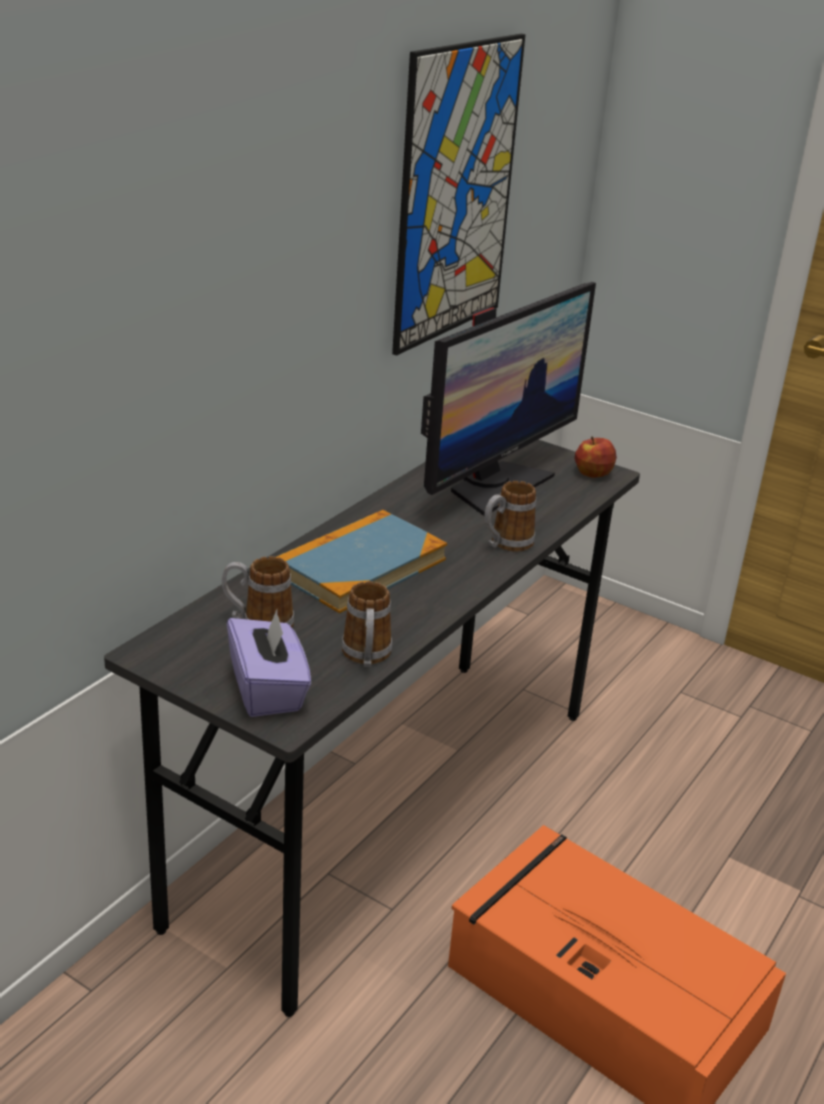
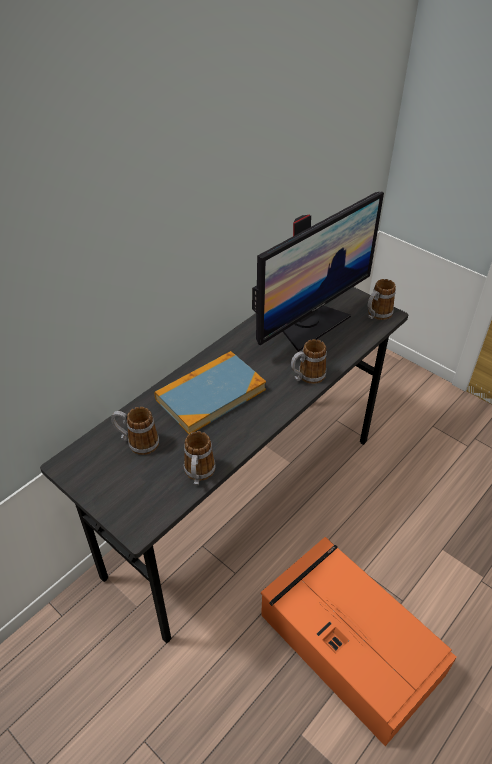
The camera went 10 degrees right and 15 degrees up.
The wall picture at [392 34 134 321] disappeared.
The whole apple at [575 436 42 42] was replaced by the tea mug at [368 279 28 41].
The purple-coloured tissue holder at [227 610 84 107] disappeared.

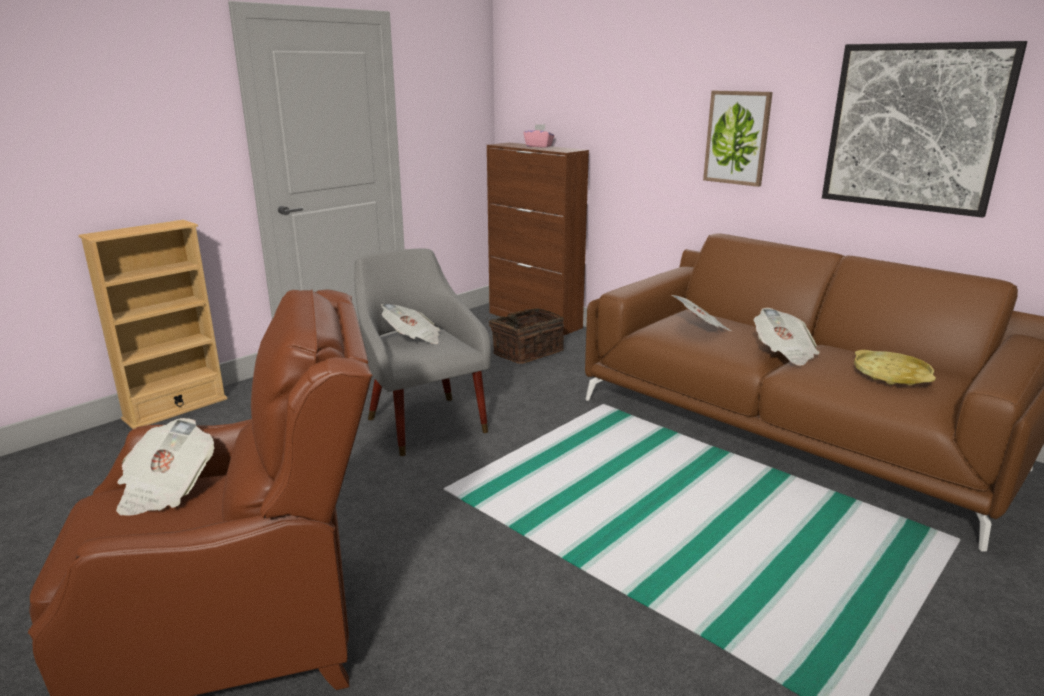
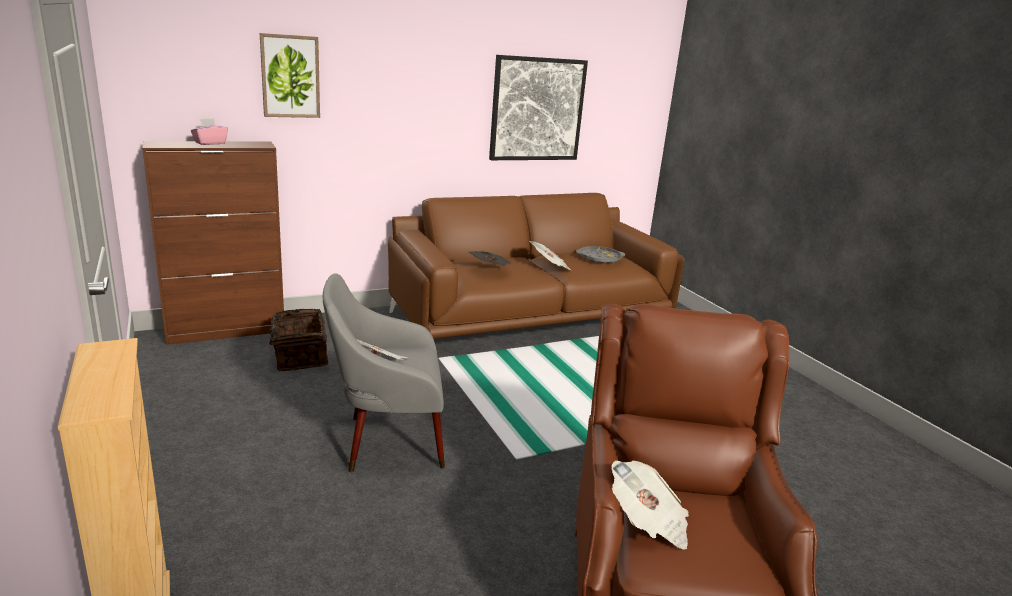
The camera went 70 degrees left and 0 degrees up.
The wall picture moved from [703 91 70 96] to [260 33 60 85].
The yellow-coloured serving tray at [854 350 82 36] became the grey serving tray at [576 246 49 18].

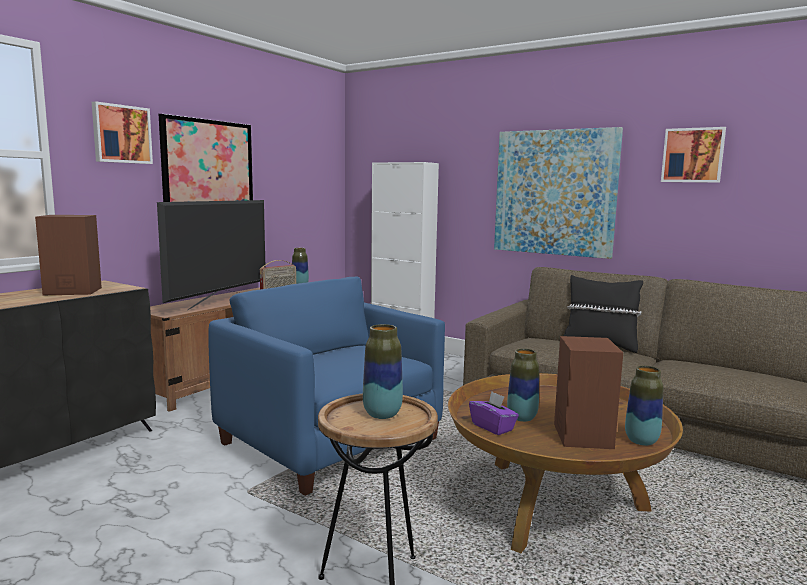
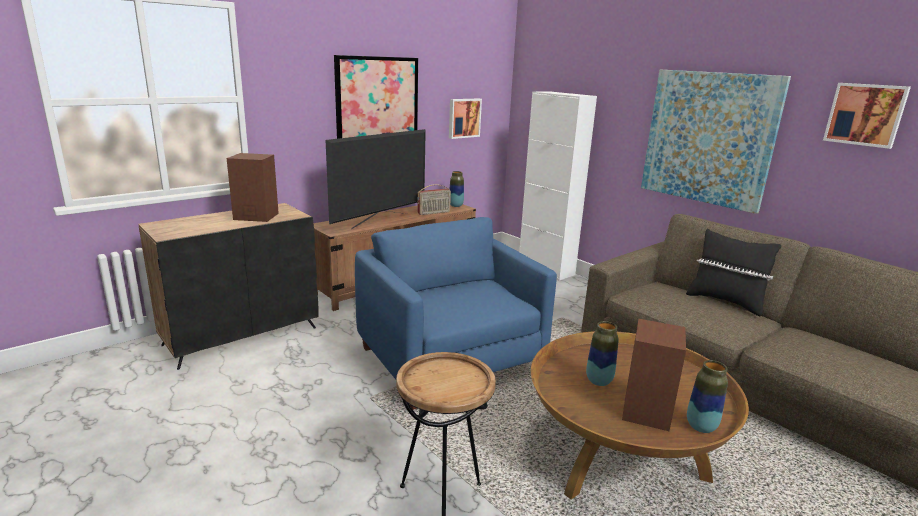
The camera went 15 degrees right and 10 degrees up.
The wall picture moved from [92 101 61 63] to [449 99 33 40].
The flower vase at [363 324 40 95] disappeared.
The purple-coloured tissue holder at [469 391 50 44] disappeared.

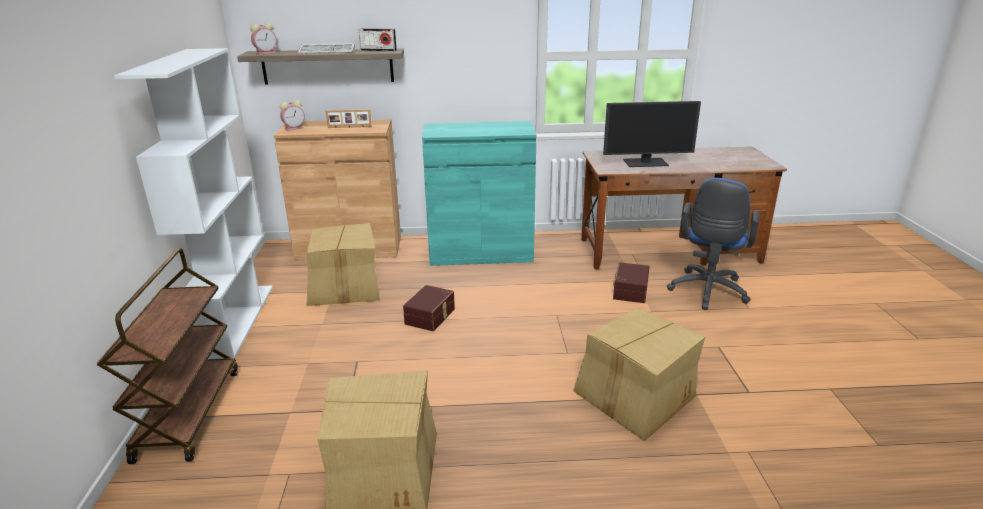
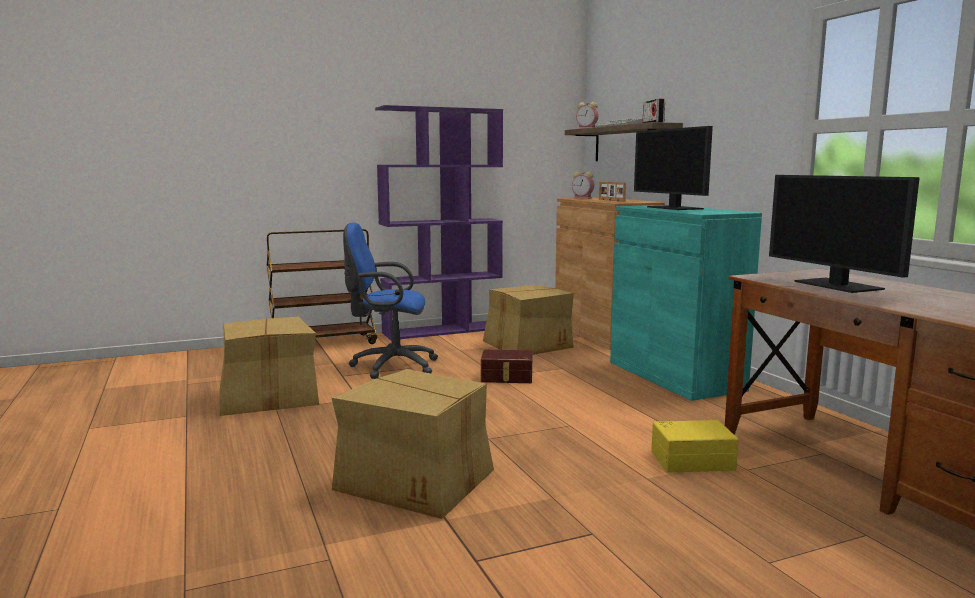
The camera went 70 degrees right and 15 degrees down.
The white bookcase at [114 48 159 311] became the purple-coloured bookcase at [375 105 128 235].
The blue-coloured computer chair moved from [667 178 92 132] to [343 222 95 157].
The brownish storage container at [613 262 36 41] became the yellow-coloured storage container at [651 420 88 53].
The computer display at [634 126 79 84] appeared.

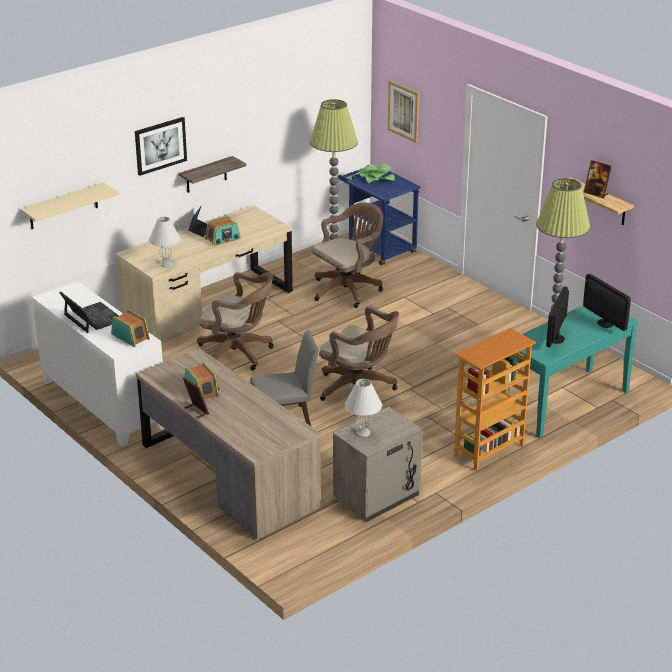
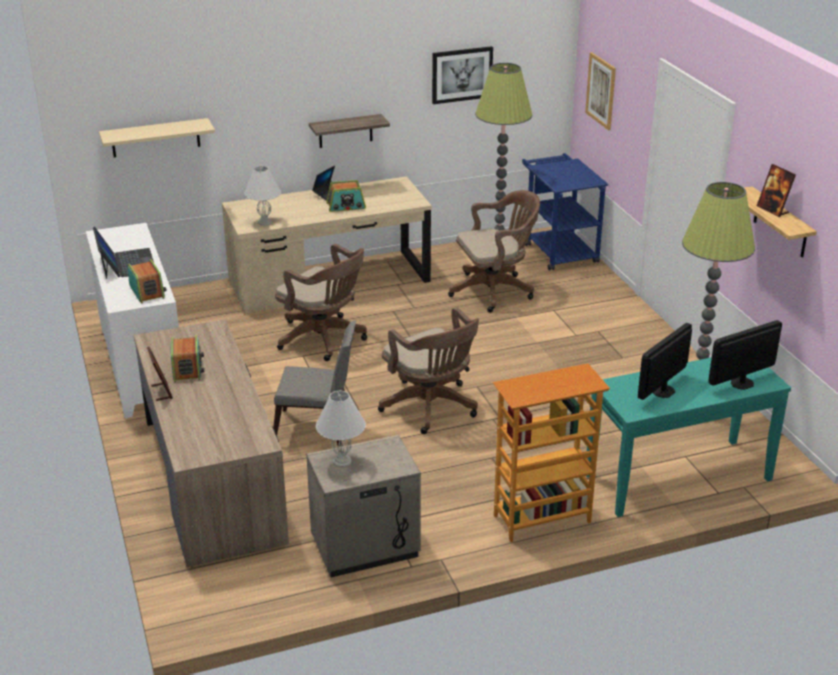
The camera went 20 degrees right and 0 degrees up.
The wall picture moved from [135 117 52 59] to [432 46 61 58].
The plant in a pot at [359 164 36 19] disappeared.
The computer display at [583 274 48 57] turned 75 degrees clockwise.

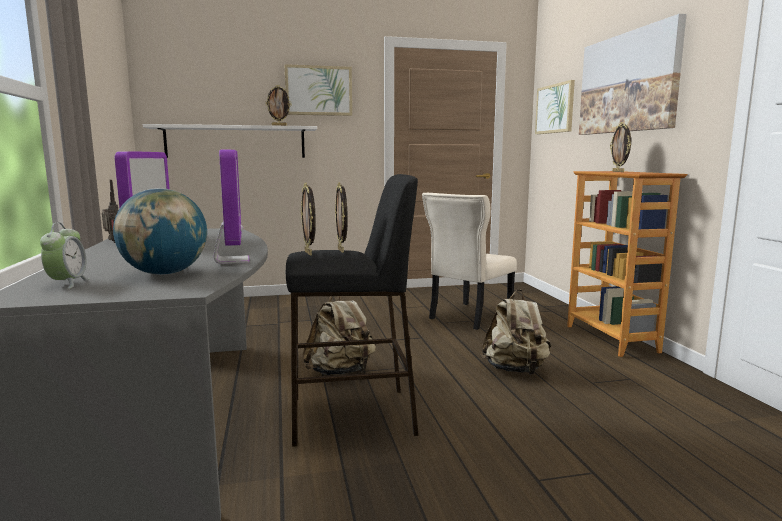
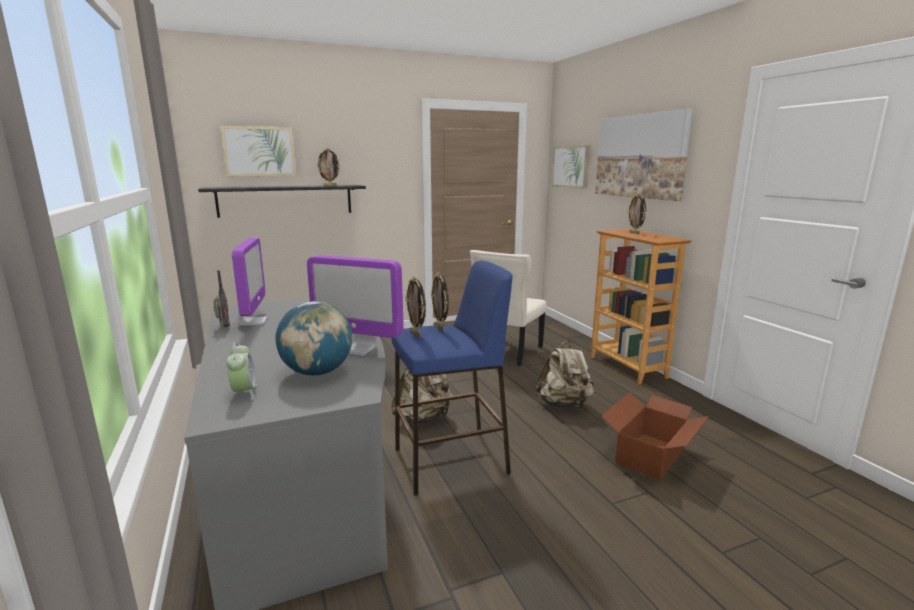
The camera went 10 degrees left and 5 degrees up.
The wall picture moved from [285 64 67 52] to [220 126 77 50].
The white wall shelf at [143 124 174 34] became the black wall shelf at [198 185 168 33].
The computer display at [214 150 35 114] turned 135 degrees clockwise.
The black stool seat at [286 174 133 273] became the blue-coloured stool seat at [392 260 121 236].
The carton at [601 392 108 88] appeared.

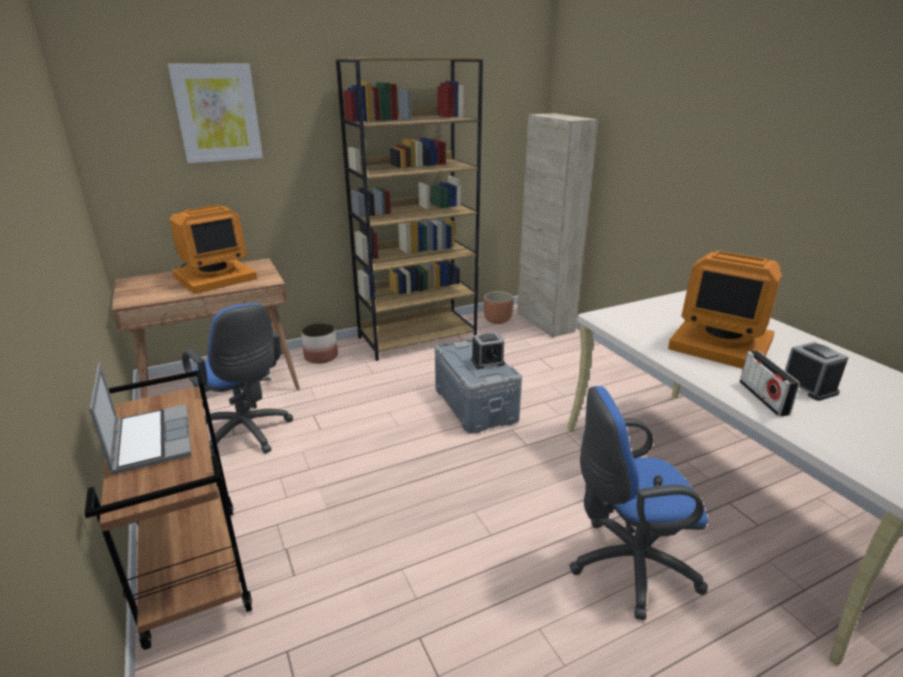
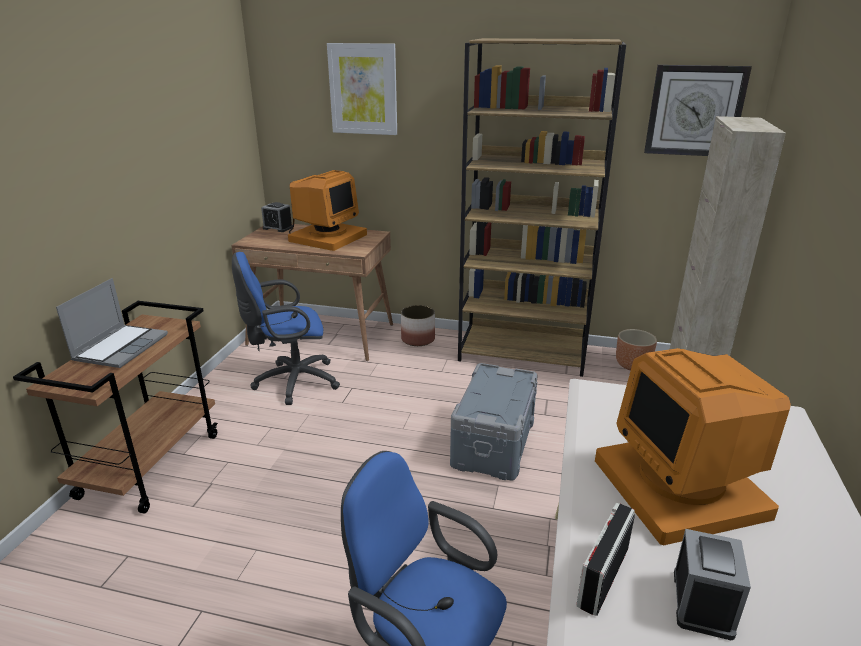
The camera went 40 degrees right and 0 degrees up.
The computer display at [169 205 88 89] turned 60 degrees counterclockwise.
The blue-coloured computer chair at [182 303 111 153] turned 75 degrees clockwise.
The bedside clock moved from [471 333 34 36] to [261 202 32 30].
The clock on the wall at [644 65 108 91] appeared.

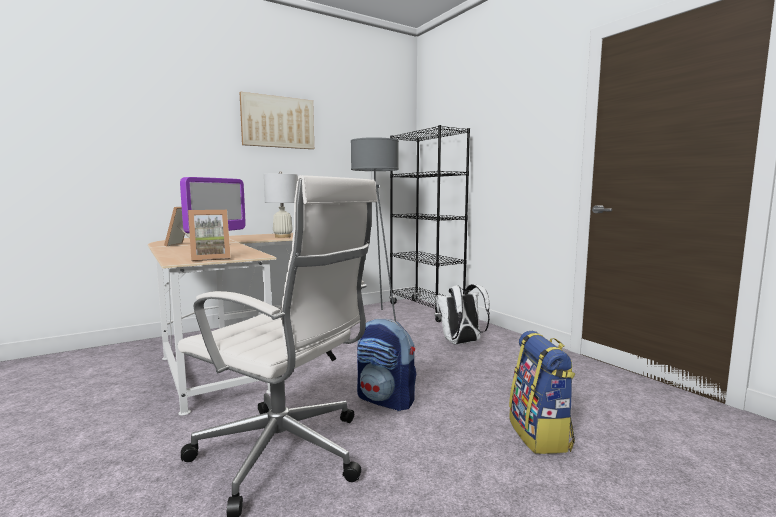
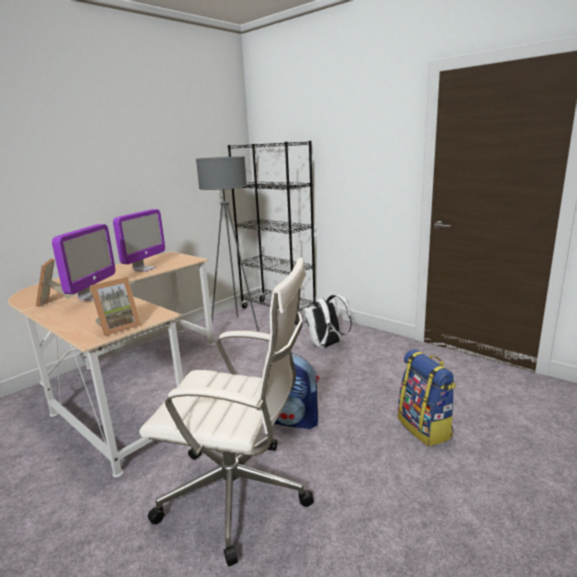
The camera went 15 degrees left and 10 degrees up.
The wall picture at [240 92 74 57] disappeared.
The white tabletop lamp at [264 171 34 67] was replaced by the computer display at [113 209 52 63].

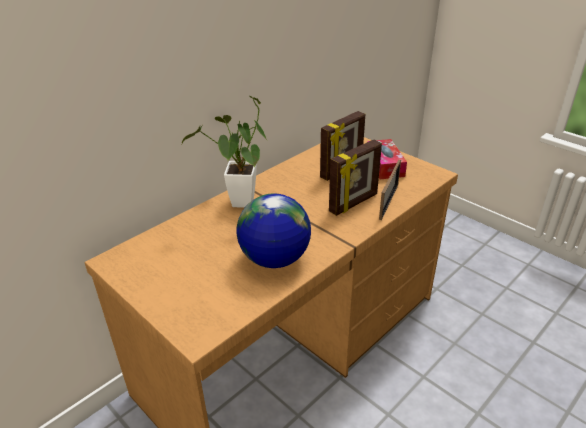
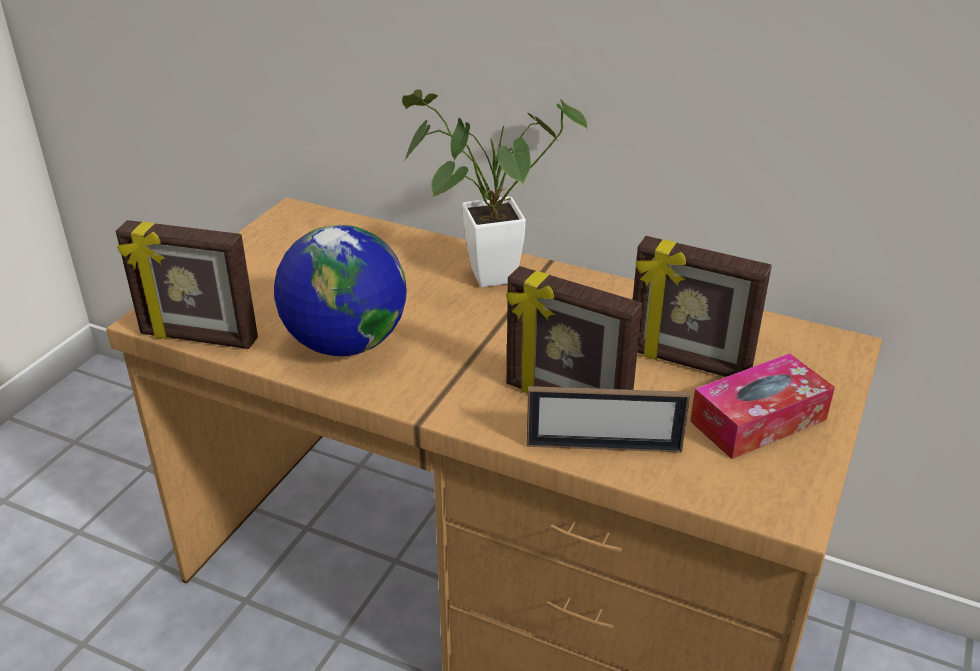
The camera went 70 degrees right and 0 degrees up.
The photo frame at [116 220 142 129] appeared.

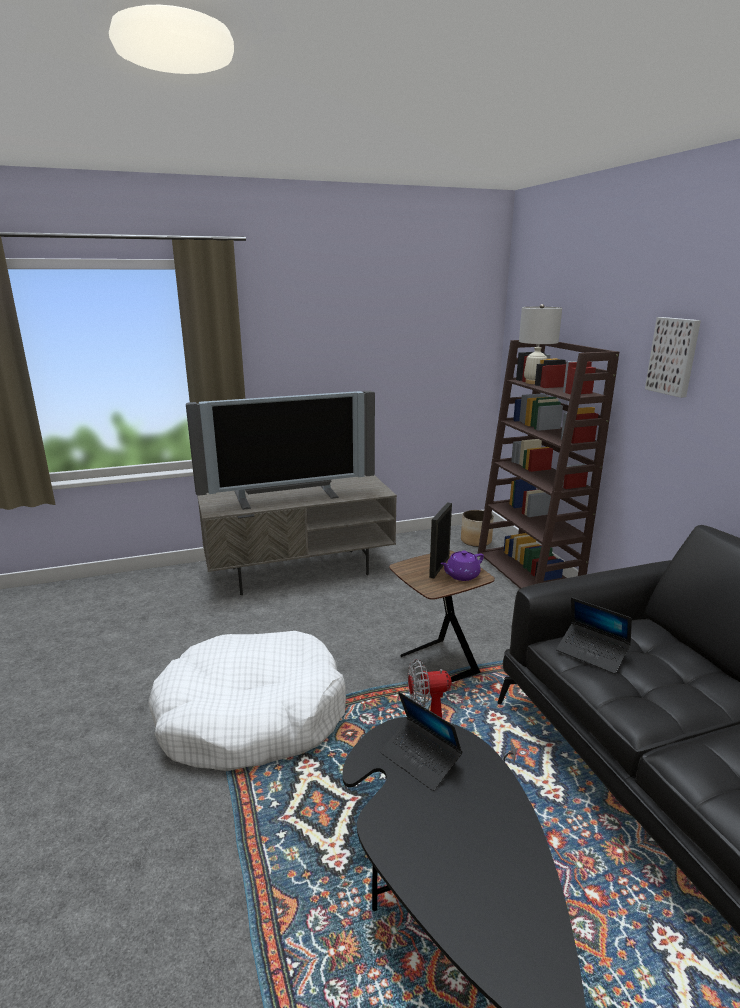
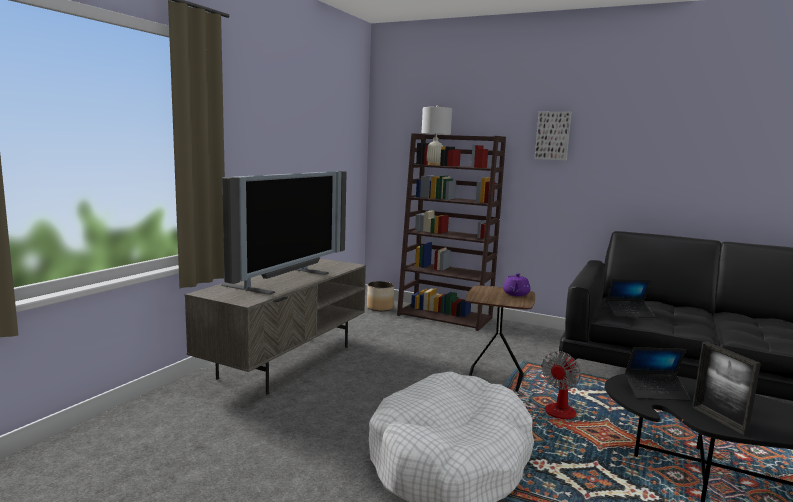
The camera went 45 degrees left and 10 degrees down.
The photo frame moved from [429 502 23 76] to [692 341 69 94].

